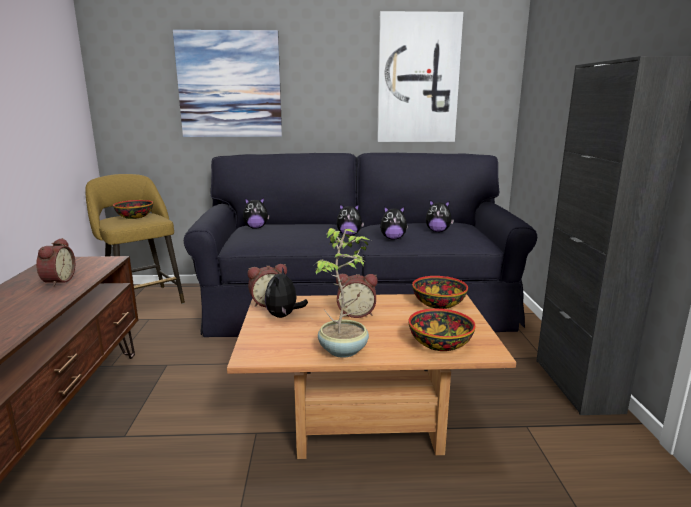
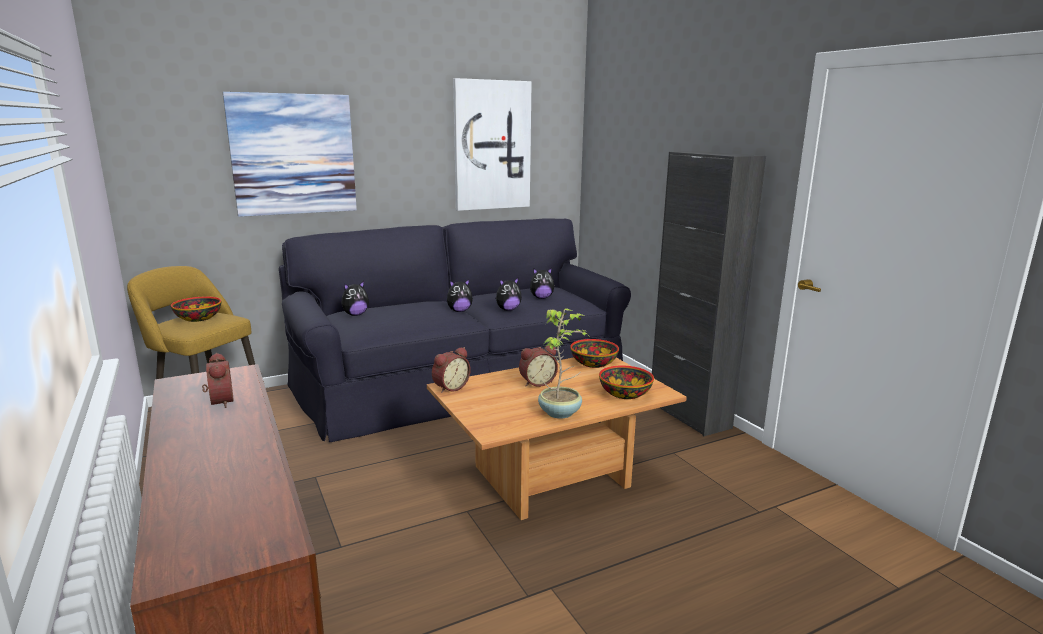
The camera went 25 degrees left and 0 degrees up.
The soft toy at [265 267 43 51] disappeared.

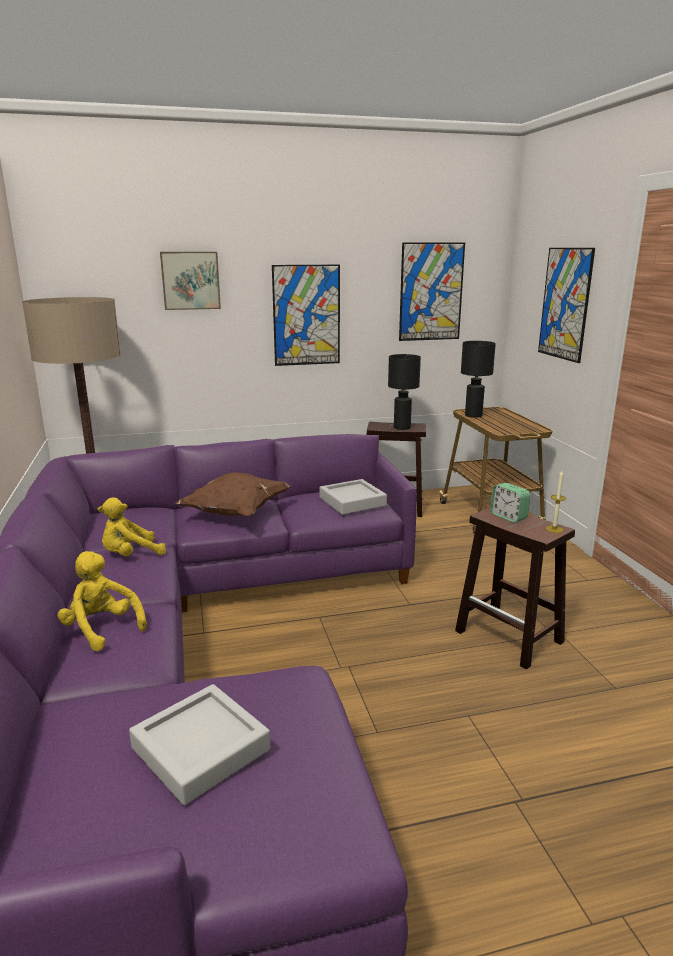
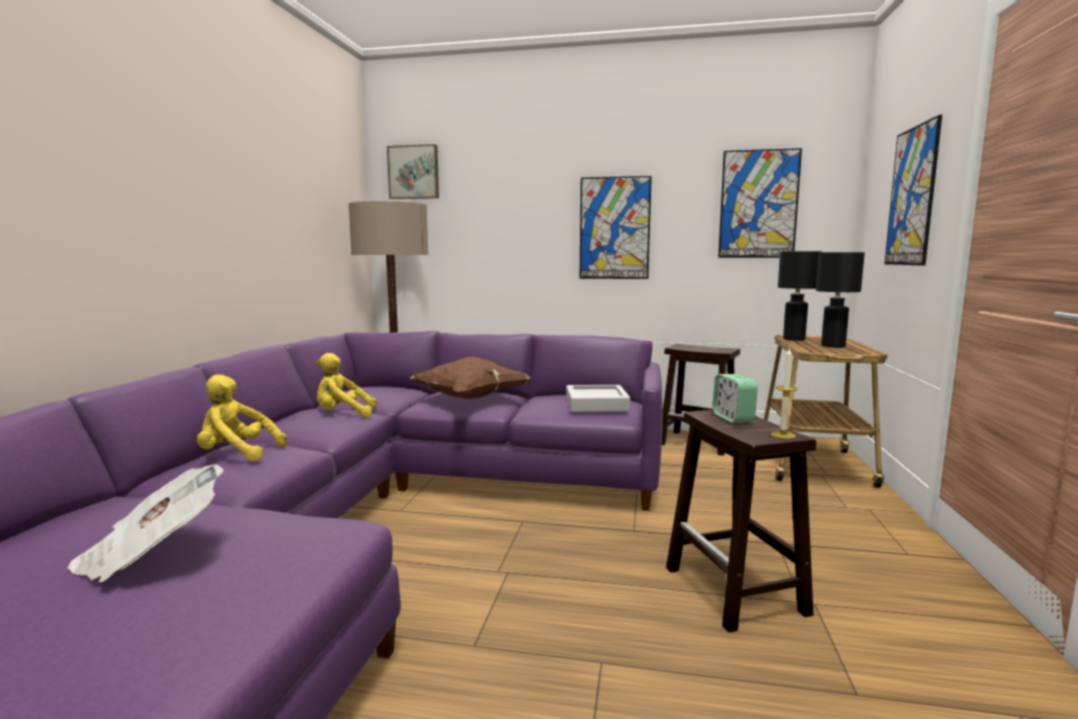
The camera went 25 degrees right and 10 degrees down.
The wall picture moved from [160 252 61 58] to [387 144 52 55].
The black tabletop lamp moved from [388 354 33 76] to [816 252 49 96].
The yellow-coloured soft toy at [58 551 89 100] turned 60 degrees counterclockwise.
The grey serving tray at [129 684 141 121] was replaced by the printed paper at [67 464 157 119].

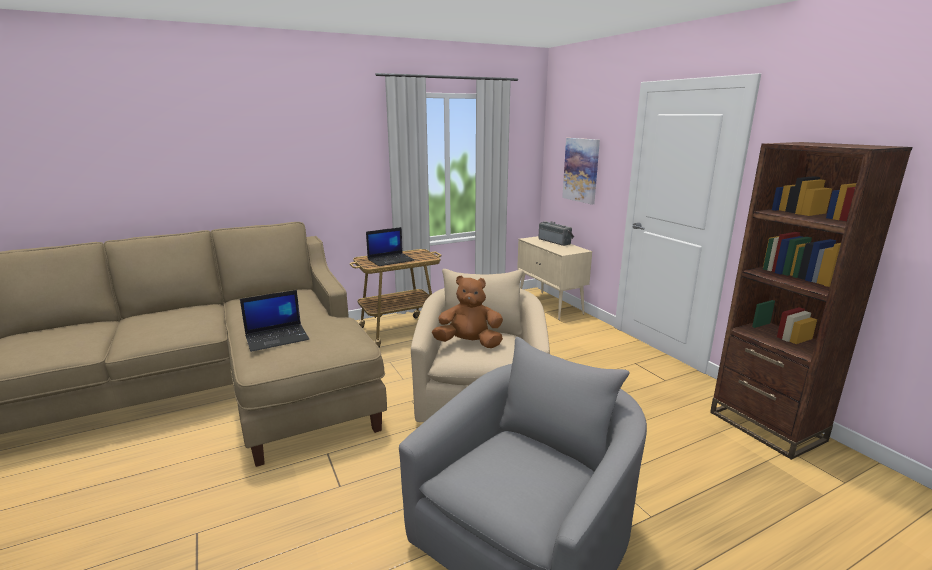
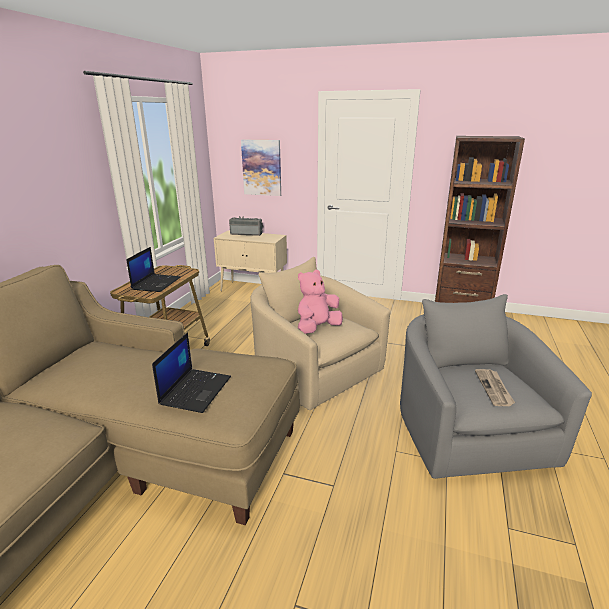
The camera went 45 degrees left and 5 degrees up.
The brownish soft toy at [432 275 71 73] became the pink soft toy at [298 270 45 64].
The printed paper at [475 369 40 37] appeared.

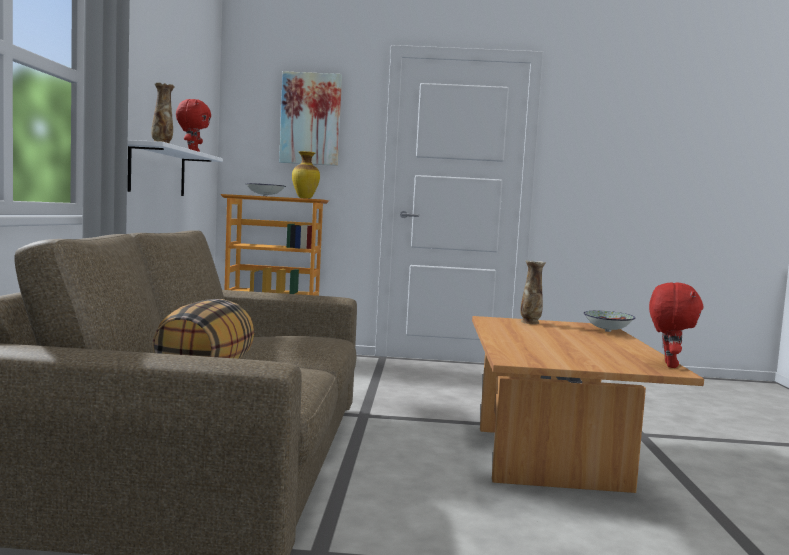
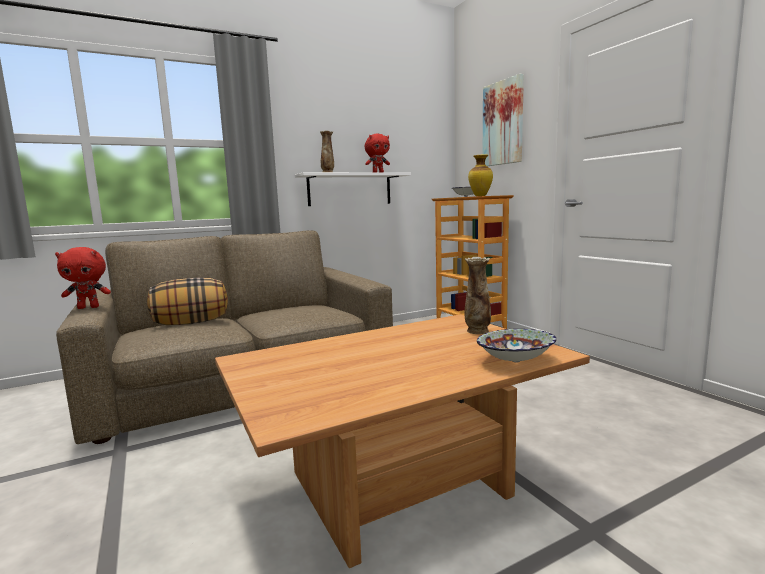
The camera went 60 degrees right and 5 degrees up.
The red soft toy moved from [649 282 54 86] to [55 247 56 62].

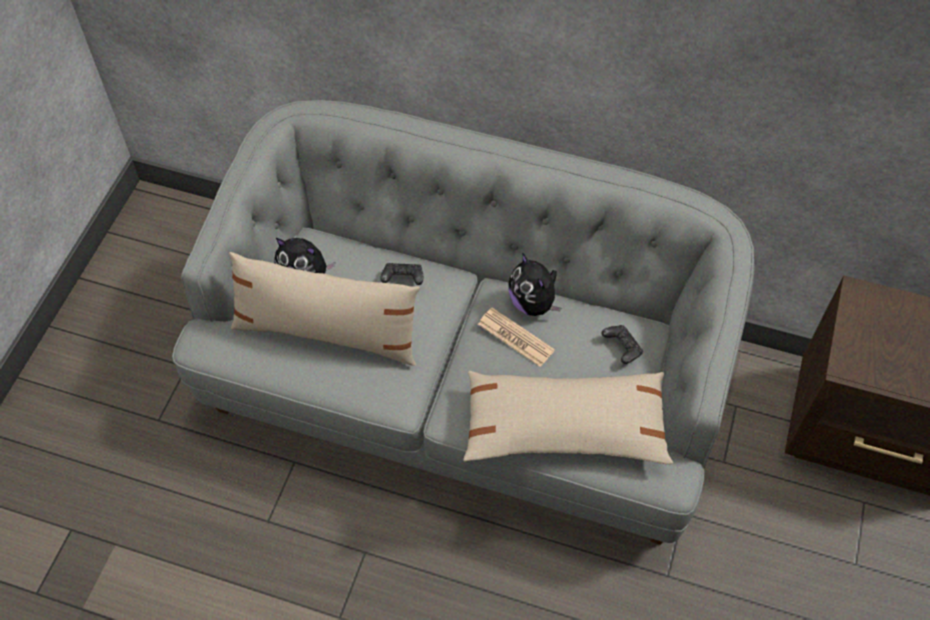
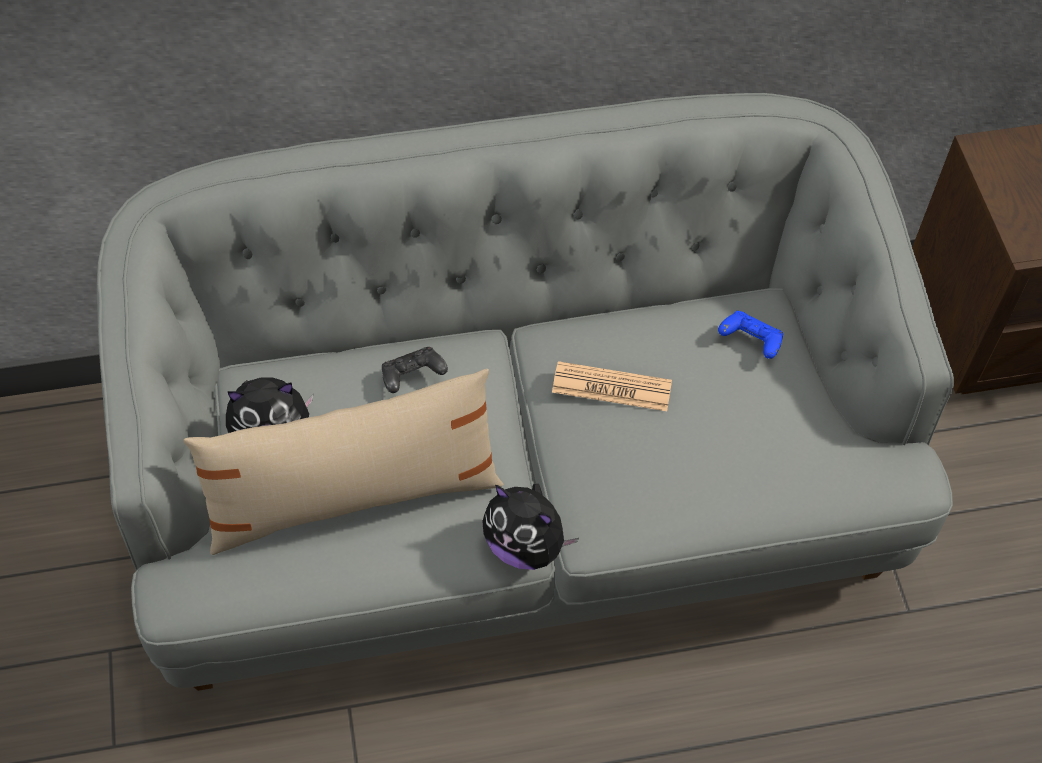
The camera went 30 degrees left and 0 degrees up.
The soft toy moved from [508 252 53 64] to [482 484 97 86].
The black joypad at [601 325 42 39] became the blue-coloured joypad at [718 311 65 48].
The sand-coloured throw pillow at [463 371 210 94] disappeared.

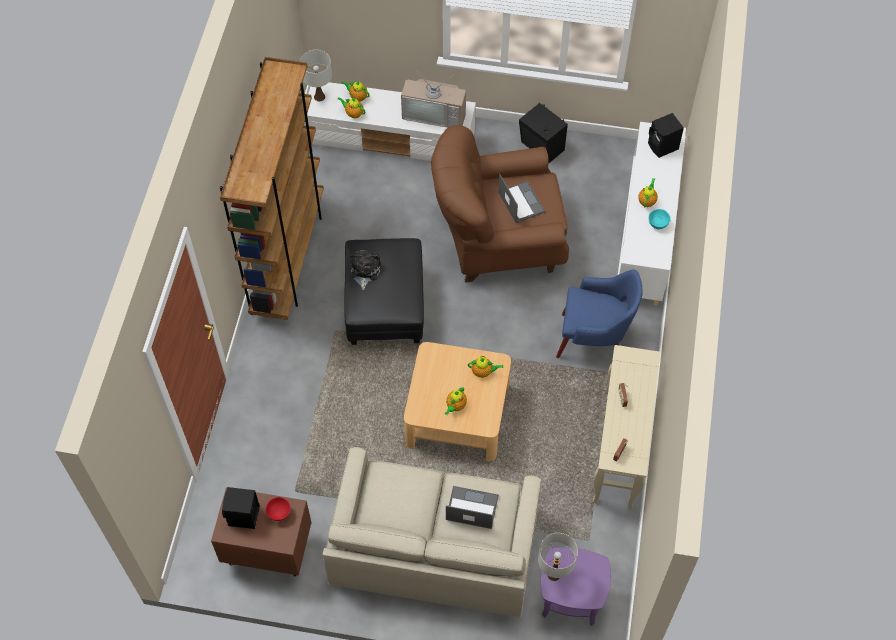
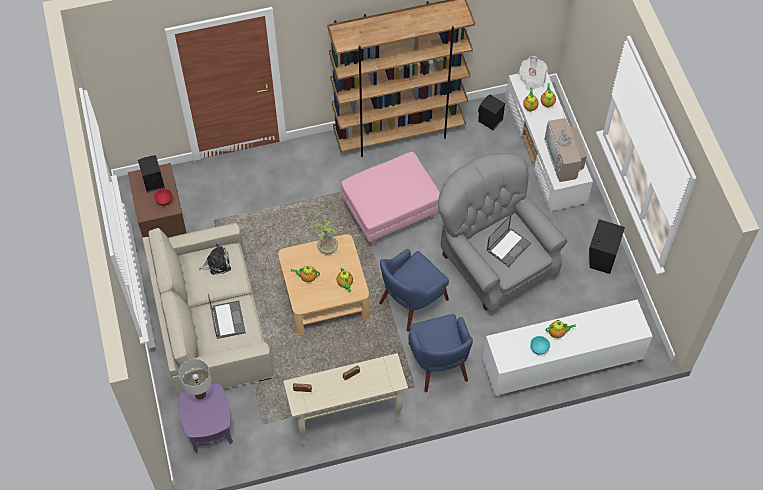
The camera went 65 degrees right and 0 degrees up.
The white tabletop lamp at [300 50 32 51] was replaced by the printed paper at [519 56 29 35].
The black loudspeaker moved from [648 113 36 45] to [478 94 27 36].
The brownish armchair at [431 125 138 158] became the grey armchair at [438 153 129 159].
The black pouffe at [344 238 80 107] became the pink pouffe at [341 152 99 94].
The soft toy moved from [350 250 31 40] to [199 244 32 31].
The plant in a pot at [314 216 31 38] appeared.
The blue-coloured armchair at [379 249 70 83] appeared.

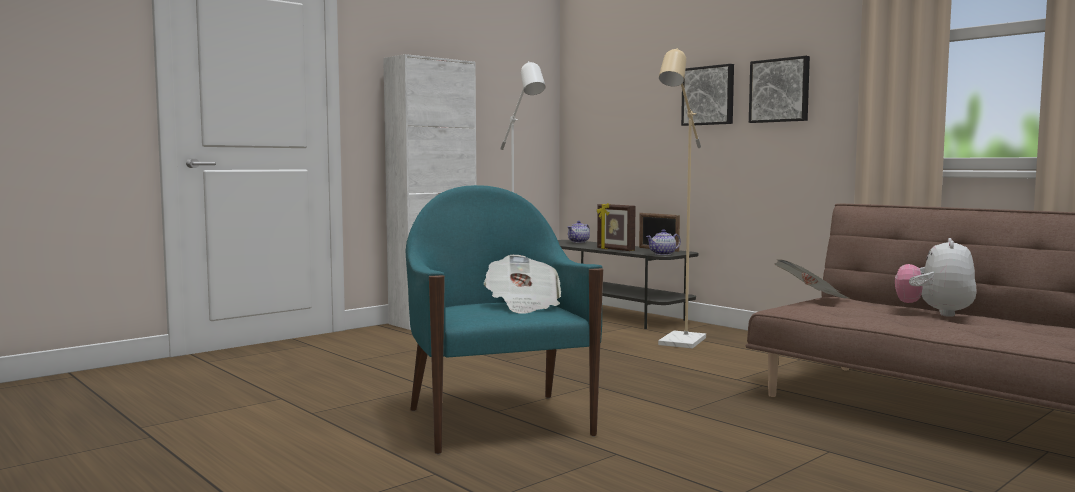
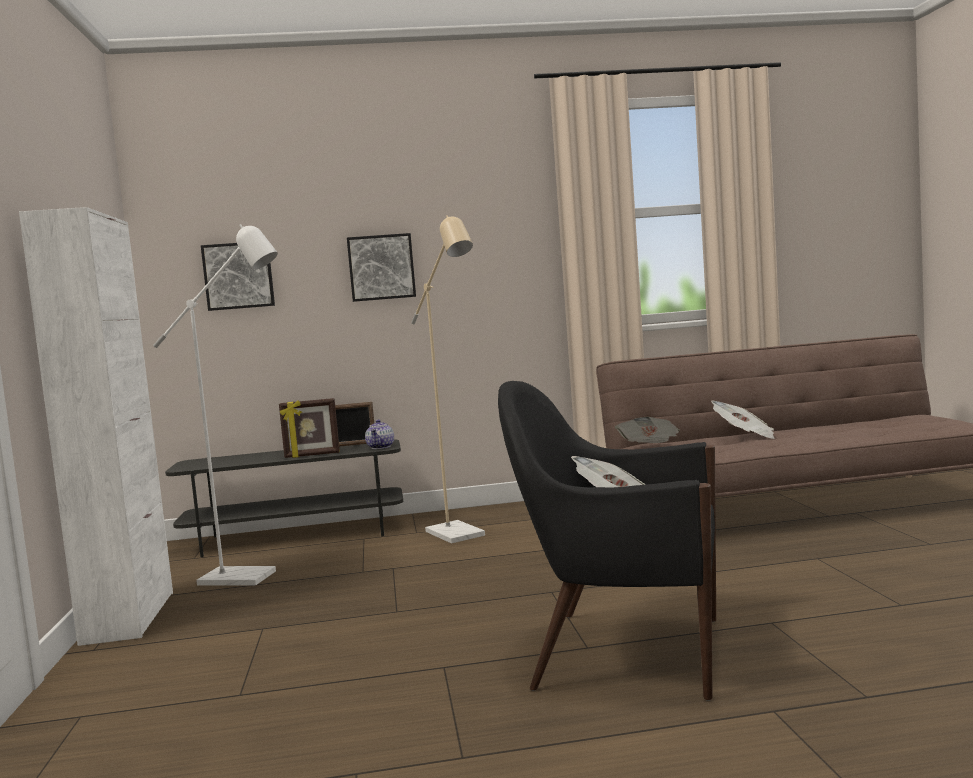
The camera went 55 degrees left and 0 degrees up.
The wall picture moved from [749 56 61 67] to [201 243 74 68].
The turquoise-coloured armchair at [405 185 198 269] became the black armchair at [498 381 218 320].
The pot for tea at [568 221 22 22] disappeared.
The soft toy at [895 238 82 79] was replaced by the printed paper at [711 401 63 38].

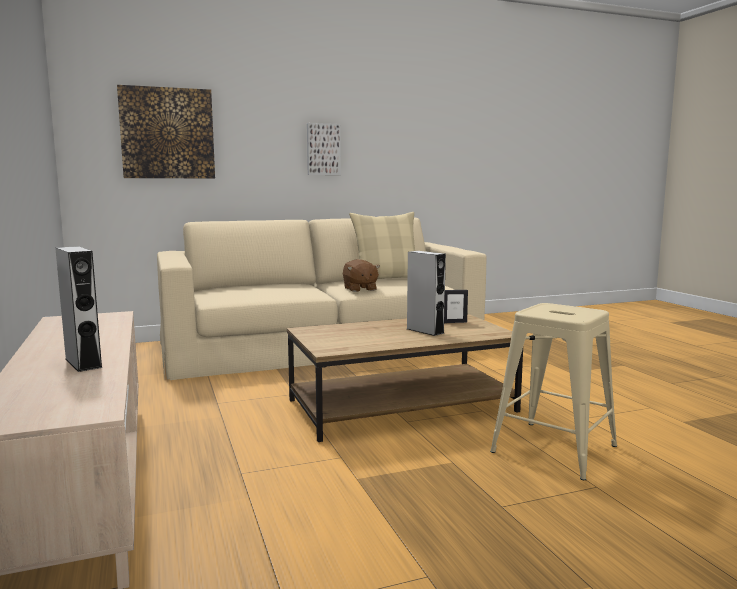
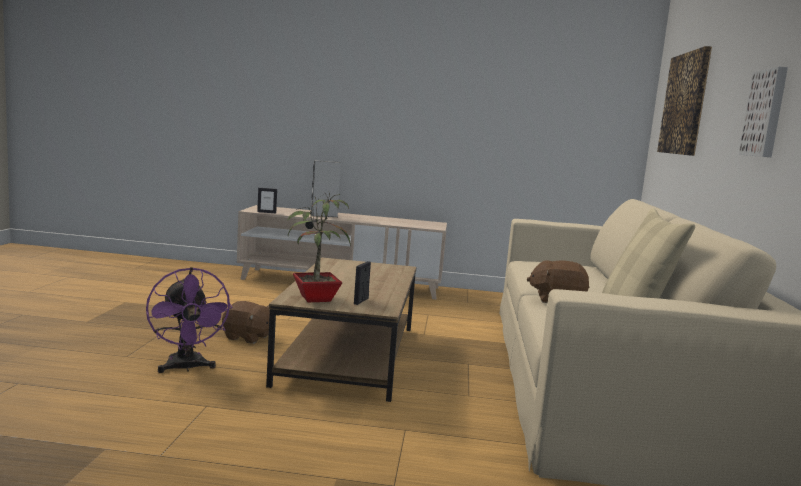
The camera went 115 degrees right and 0 degrees up.
The grey loudspeaker at [407 251 39 85] disappeared.
The sand-coloured stool seat at [490 303 127 177] was replaced by the purple-coloured electric fan at [146 267 87 106].
The photo frame at [257 188 20 25] appeared.
The plant in a pot at [287 192 64 110] appeared.
The brownish soft toy at [222 301 48 43] appeared.

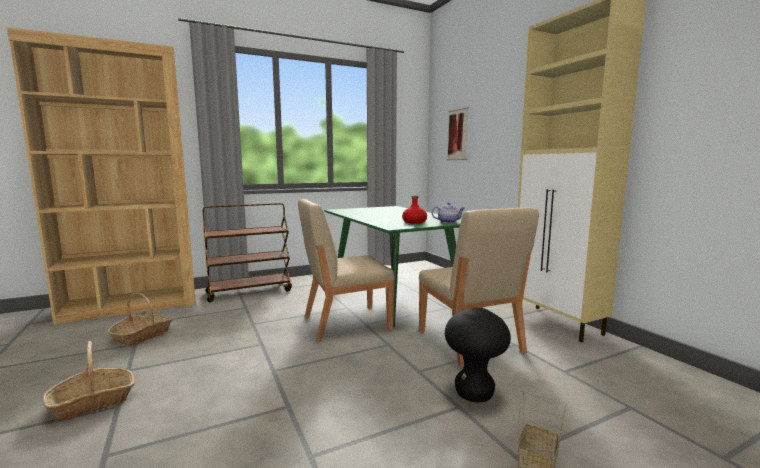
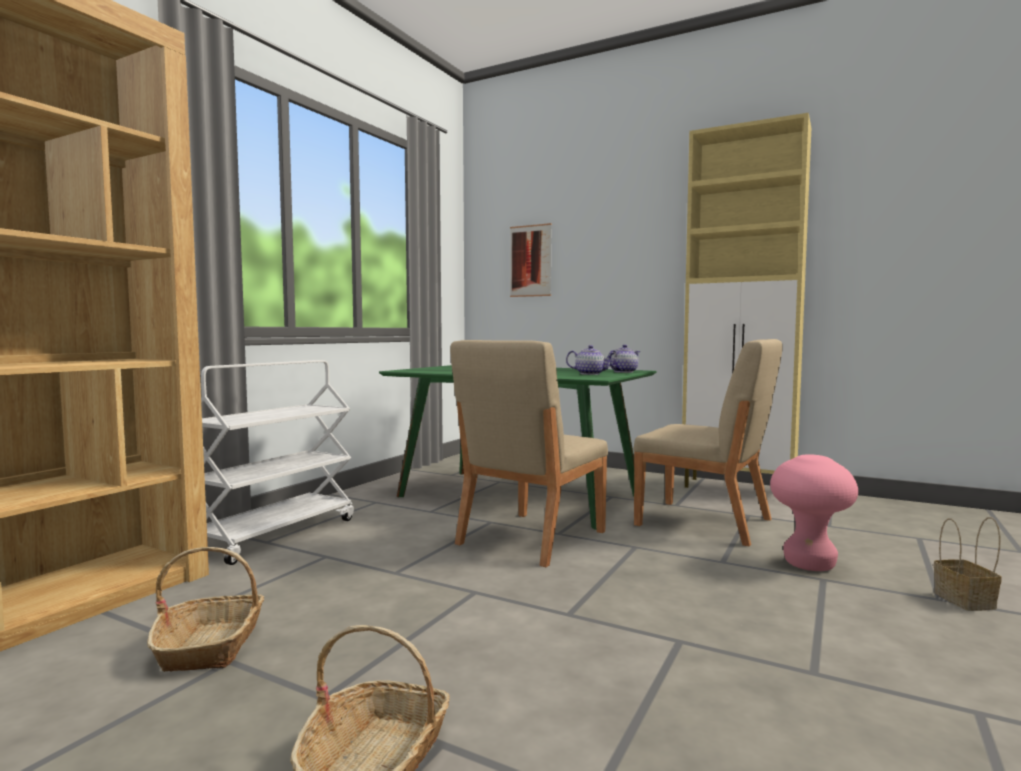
The camera went 35 degrees left and 5 degrees down.
The red drink bottle at [402 196 25 28] was replaced by the pot for tea at [566 345 49 30].
The brownish cart at [203 203 89 99] became the white cart at [201 360 153 205].
The black stool seat at [445 307 66 95] became the pink stool seat at [770 454 88 117].

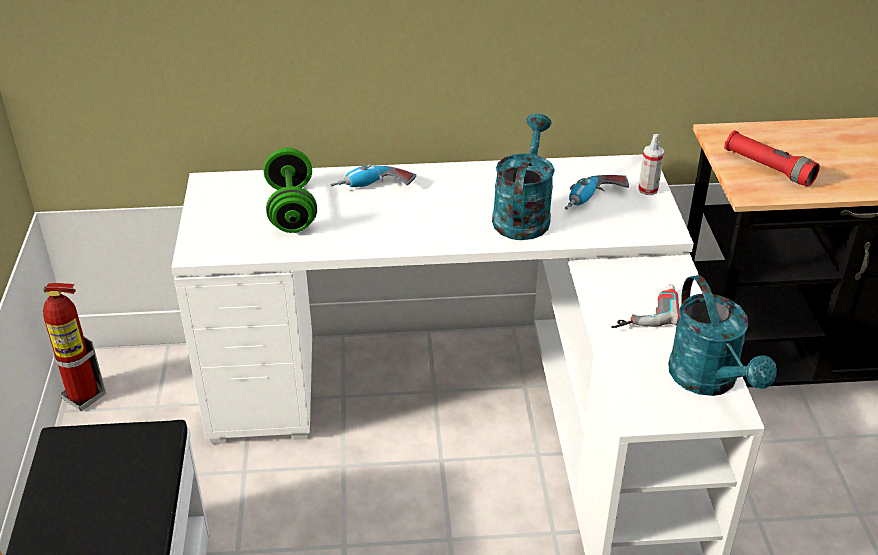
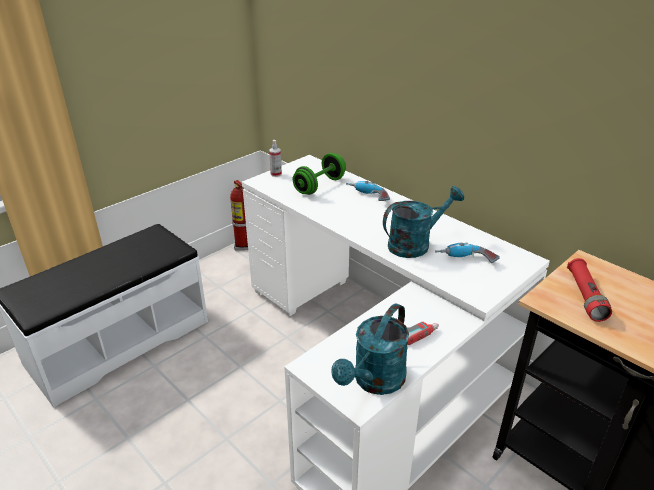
The camera went 50 degrees right and 5 degrees down.
The sprayer moved from [638 134 26 61] to [269 140 13 37].

